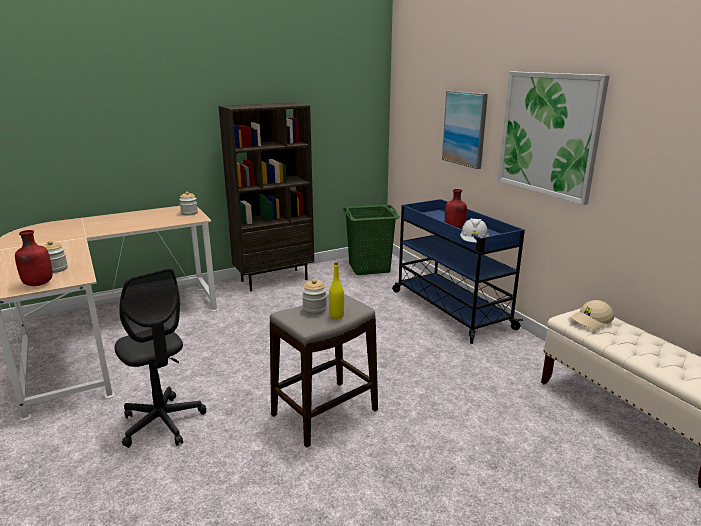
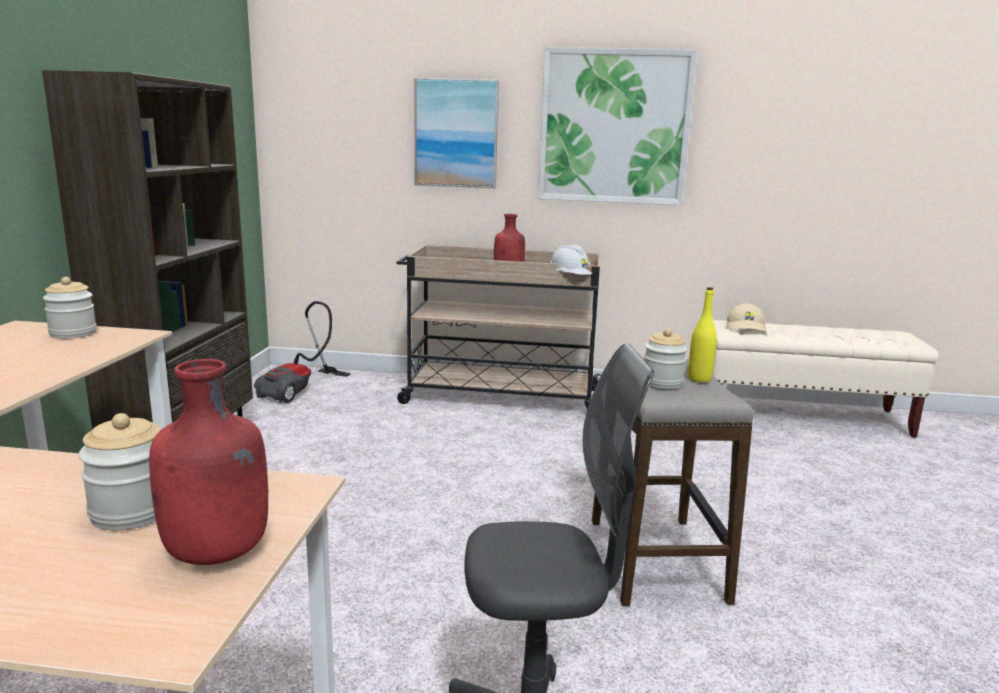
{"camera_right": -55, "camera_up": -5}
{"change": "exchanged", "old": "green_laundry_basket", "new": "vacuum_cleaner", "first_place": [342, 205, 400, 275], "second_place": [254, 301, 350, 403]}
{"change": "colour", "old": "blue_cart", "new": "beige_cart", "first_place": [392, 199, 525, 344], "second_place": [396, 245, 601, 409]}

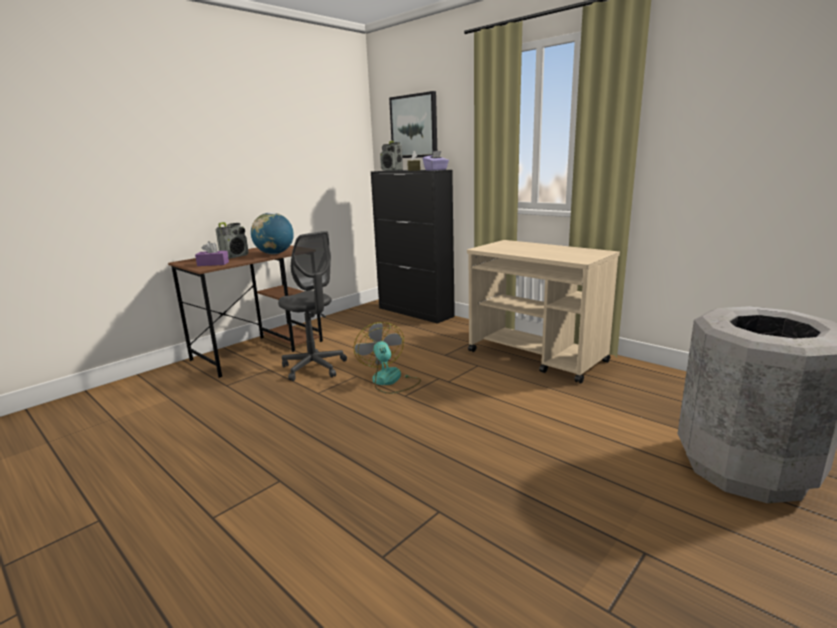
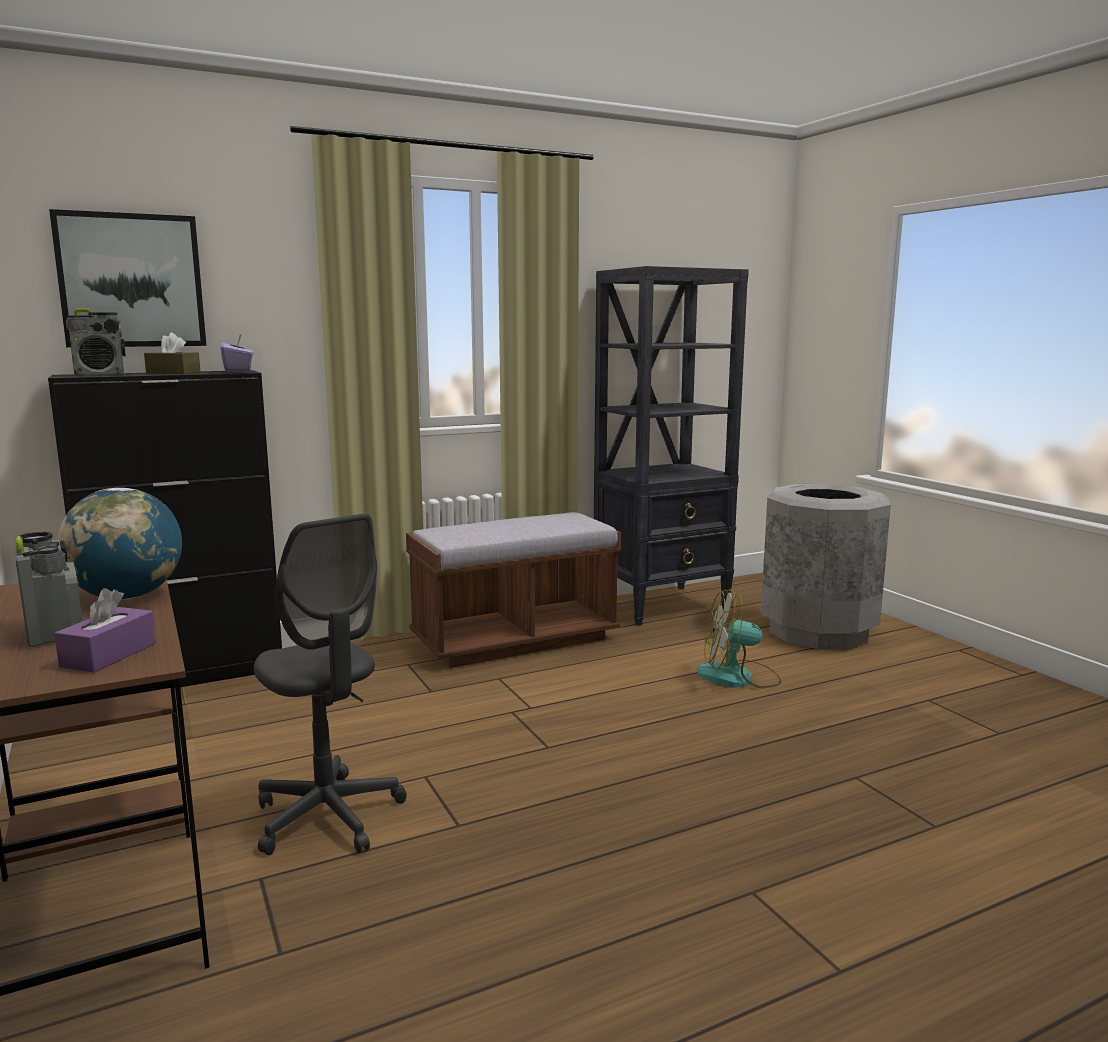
{"camera_right": -70, "camera_up": -5}
{"change": "spun", "old": "grey_office_chair", "first_place": [278, 231, 347, 381], "second_place": [254, 514, 407, 855], "degrees": 75}
{"change": "relocated", "old": "fan", "first_place": [354, 322, 421, 394], "second_place": [697, 589, 782, 688]}
{"change": "exchanged", "old": "beige_cart", "new": "brown_bench", "first_place": [467, 240, 620, 384], "second_place": [406, 512, 621, 668]}
{"change": "appeared", "new": "black_bookcase", "second_place": [594, 266, 749, 626]}

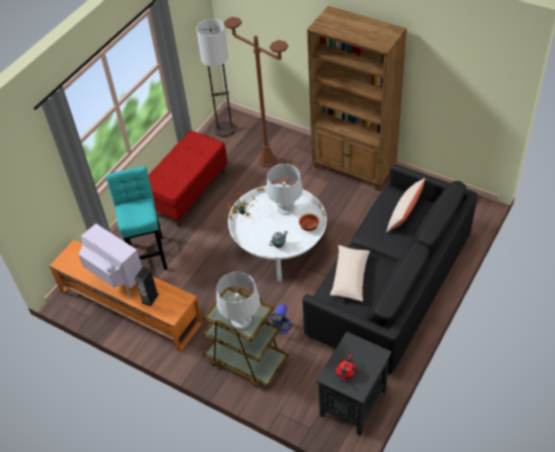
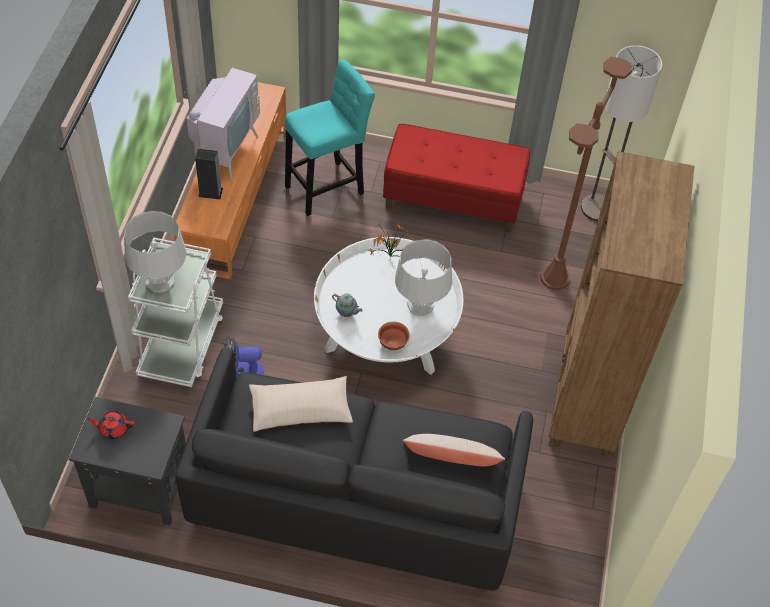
{"camera_right": 65, "camera_up": 5}
{"change": "colour", "old": "brown_cart", "new": "white_cart", "first_place": [203, 287, 288, 387], "second_place": [128, 238, 223, 387]}

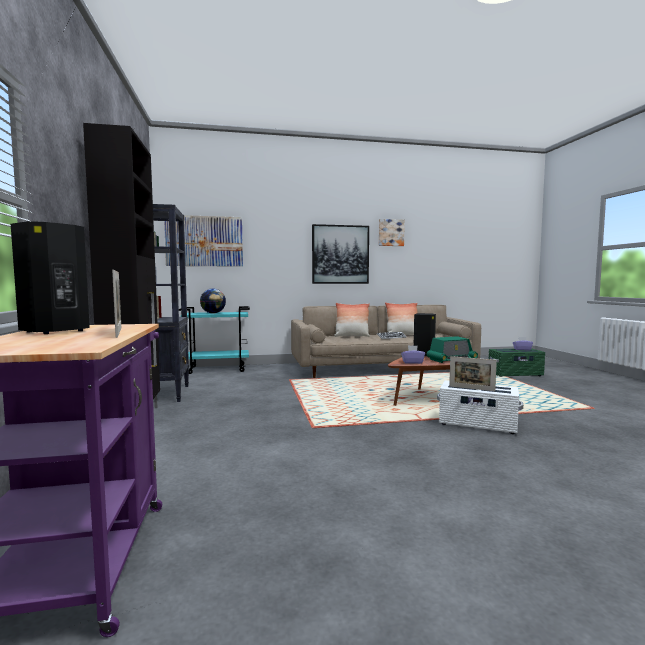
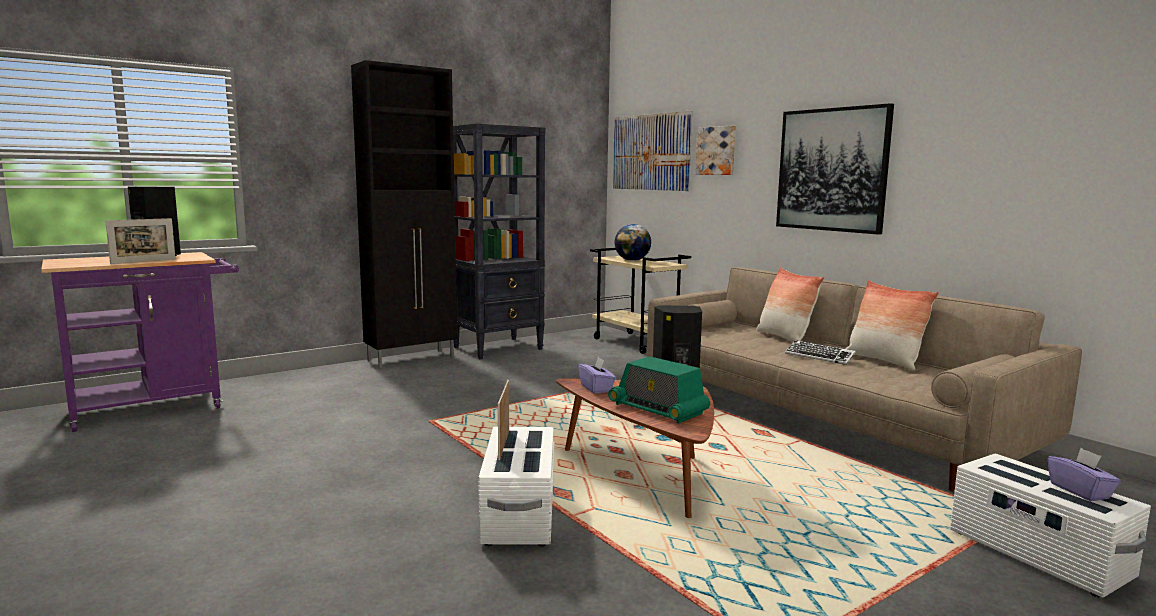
{"camera_right": 65, "camera_up": 5}
{"change": "colour", "old": "turquoise_cart", "new": "beige_cart", "first_place": [179, 306, 250, 374], "second_place": [590, 248, 691, 354]}
{"change": "relocated", "old": "picture", "first_place": [379, 219, 405, 246], "second_place": [695, 126, 736, 175]}
{"change": "colour", "old": "green_storage_box", "new": "white_storage_box", "first_place": [489, 348, 545, 377], "second_place": [950, 454, 1151, 597]}

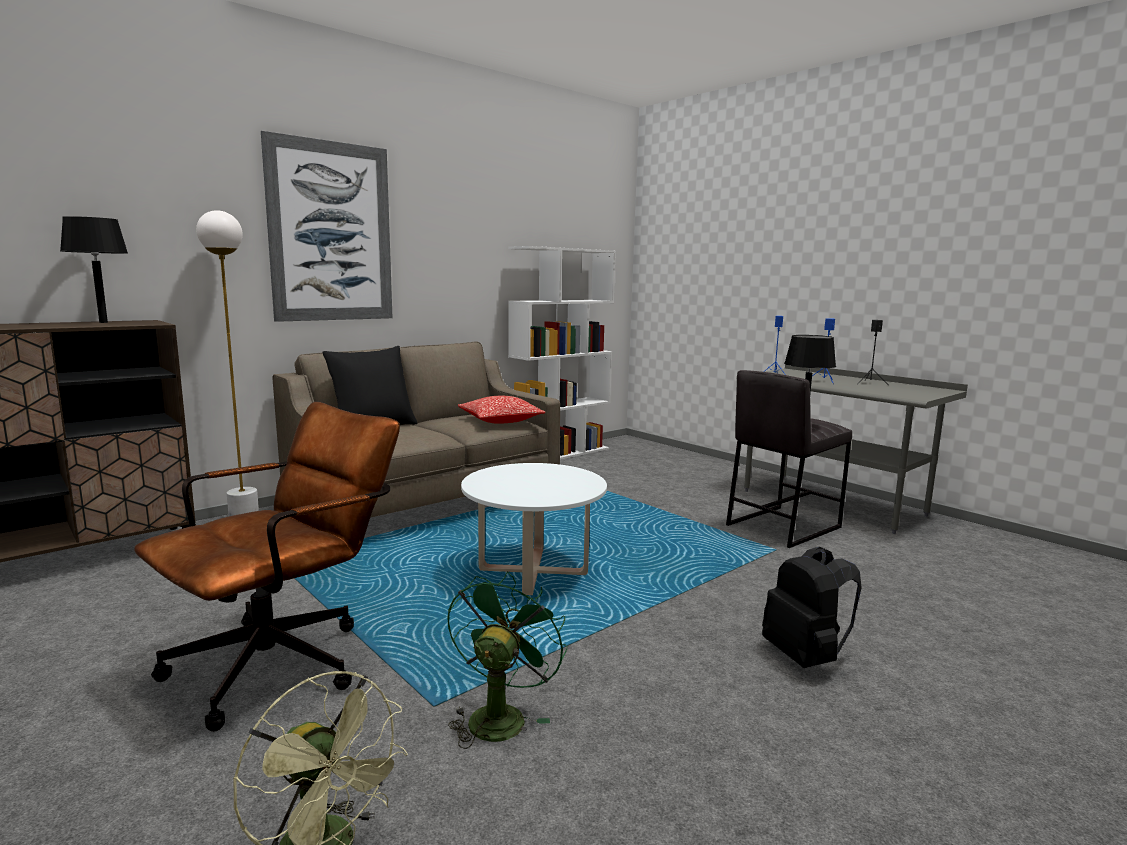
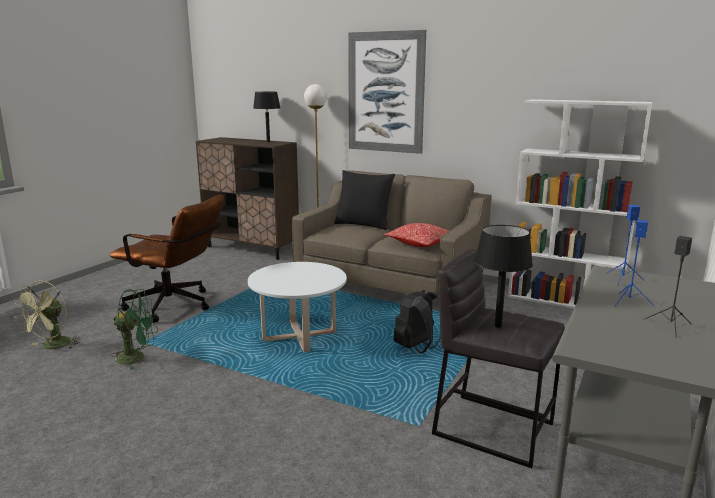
{"camera_right": 70, "camera_up": 5}
{"change": "relocated", "old": "black_backpack", "first_place": [762, 547, 862, 668], "second_place": [393, 290, 441, 353]}

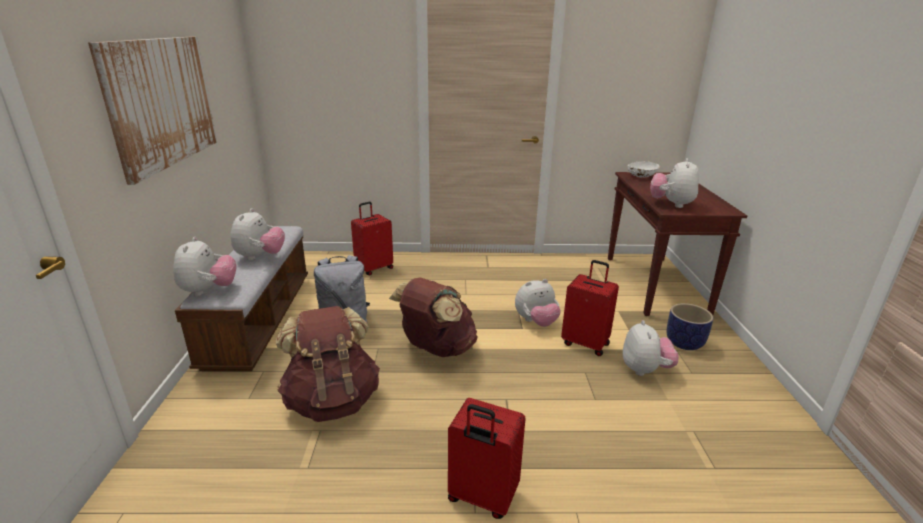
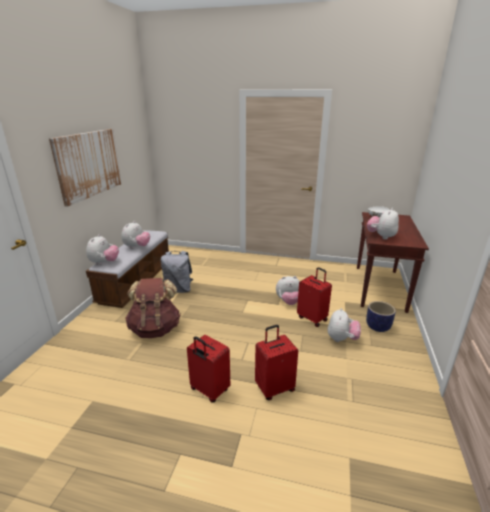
{"camera_right": 15, "camera_up": 0}
{"change": "relocated", "old": "red_suitcase", "first_place": [351, 202, 393, 275], "second_place": [255, 325, 298, 400]}
{"change": "missing", "old": "brown_backpack", "first_place": [389, 277, 477, 357]}

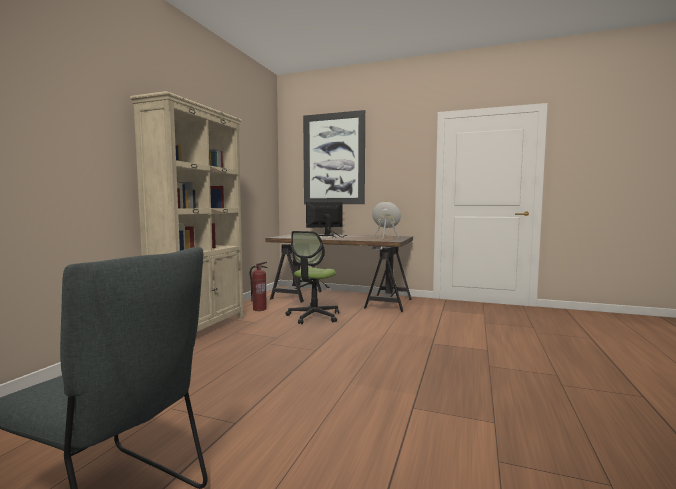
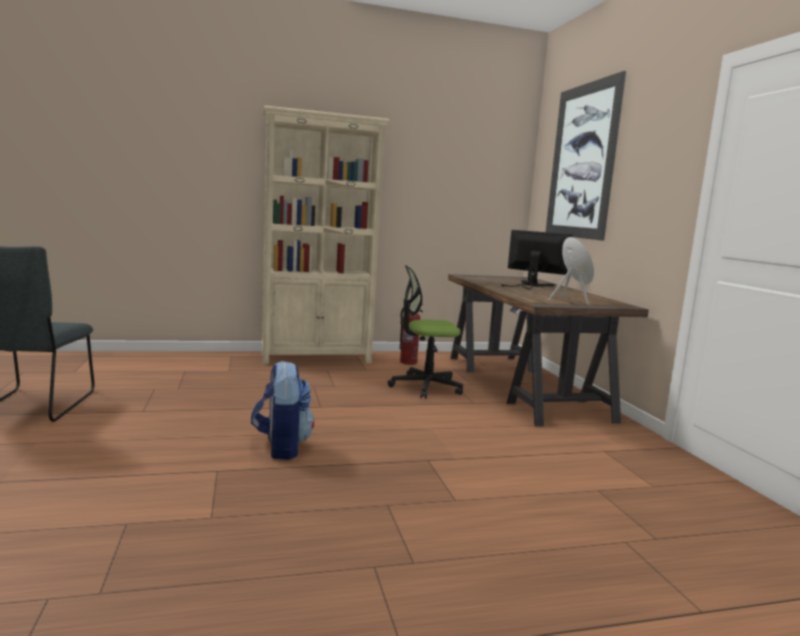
{"camera_right": 55, "camera_up": 5}
{"change": "appeared", "new": "backpack", "second_place": [251, 360, 314, 460]}

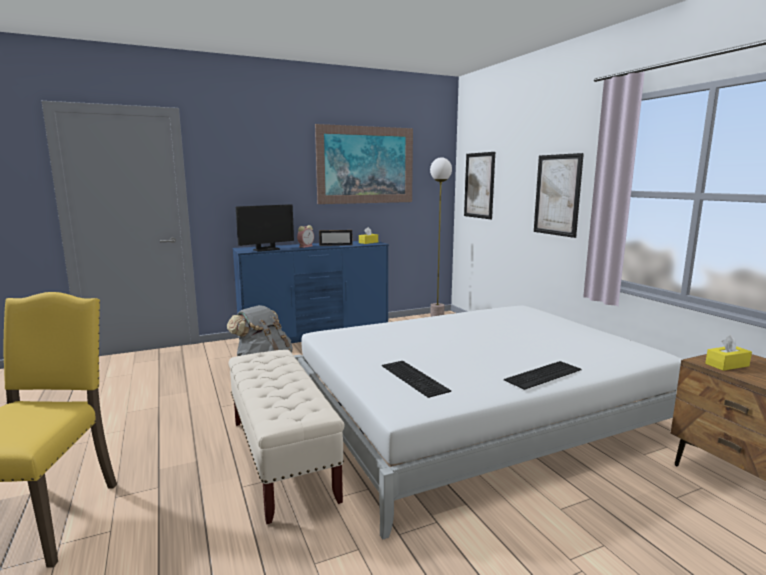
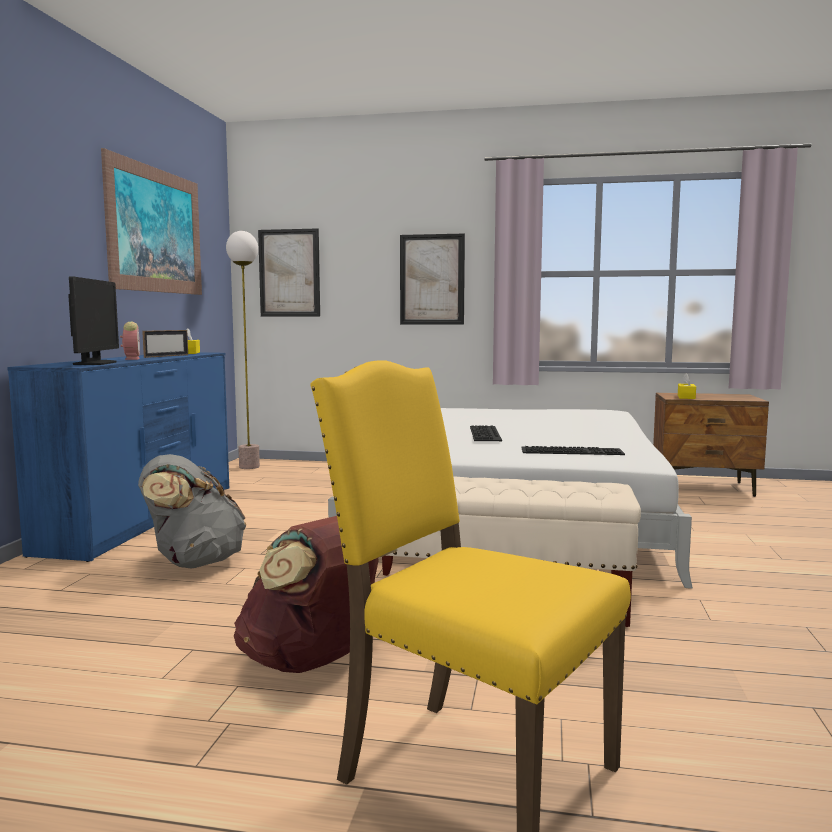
{"camera_right": -55, "camera_up": -5}
{"change": "relocated", "old": "keyboard", "first_place": [504, 361, 582, 390], "second_place": [470, 425, 502, 441]}
{"change": "appeared", "new": "brown_backpack", "second_place": [234, 516, 397, 673]}

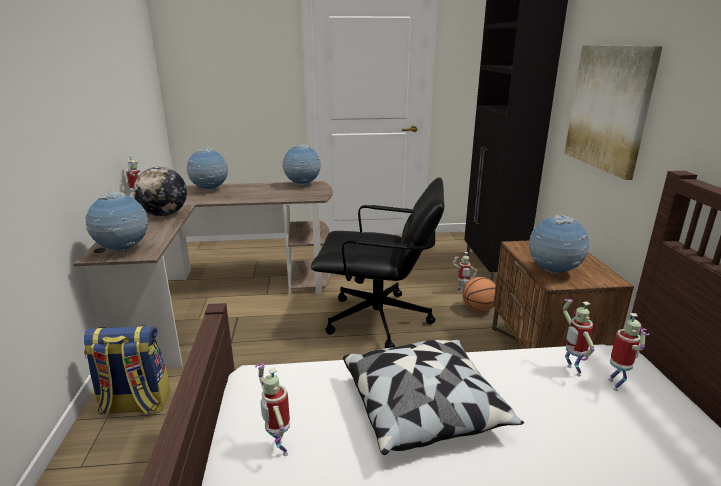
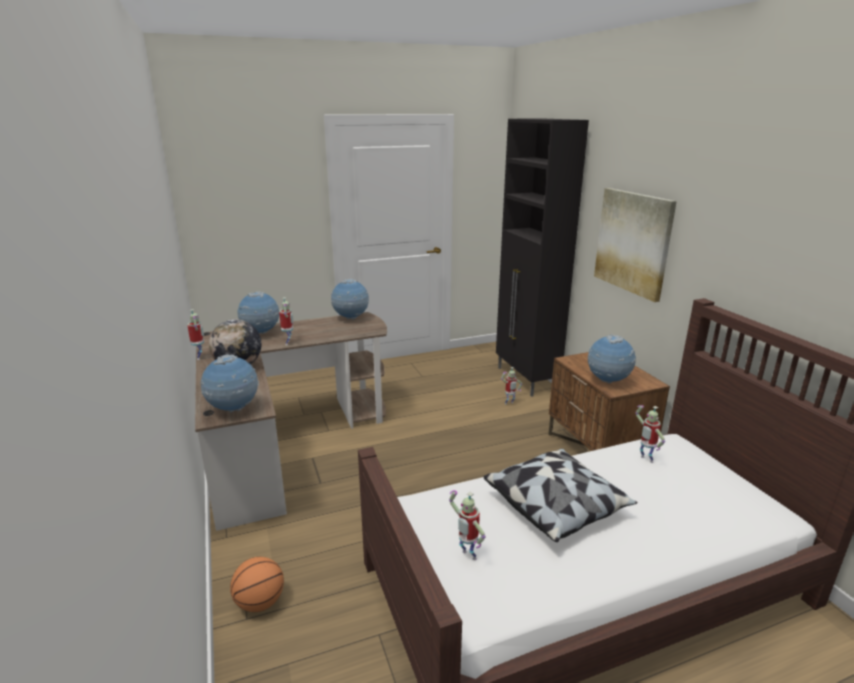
{"camera_right": -15, "camera_up": 0}
{"change": "missing", "old": "backpack", "first_place": [84, 325, 170, 416]}
{"change": "missing", "old": "black_office_chair", "first_place": [311, 177, 444, 348]}
{"change": "relocated", "old": "basketball", "first_place": [462, 277, 496, 312], "second_place": [230, 557, 284, 612]}
{"change": "relocated", "old": "toy_robot", "first_place": [608, 313, 650, 391], "second_place": [279, 297, 294, 345]}

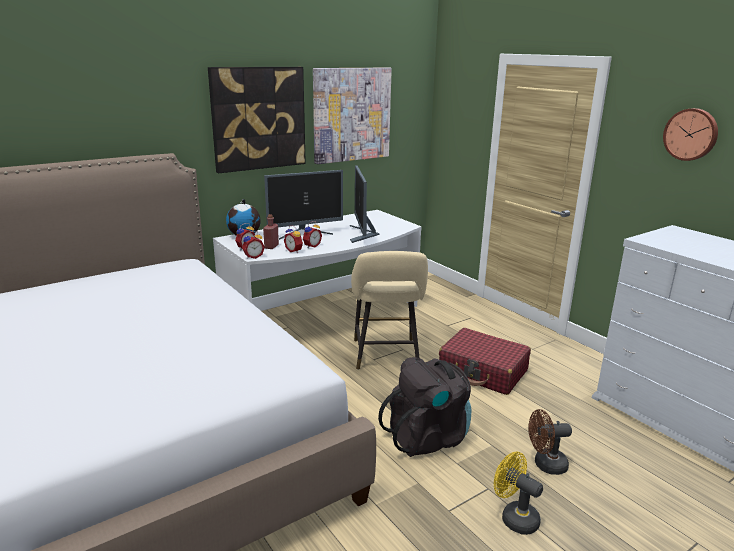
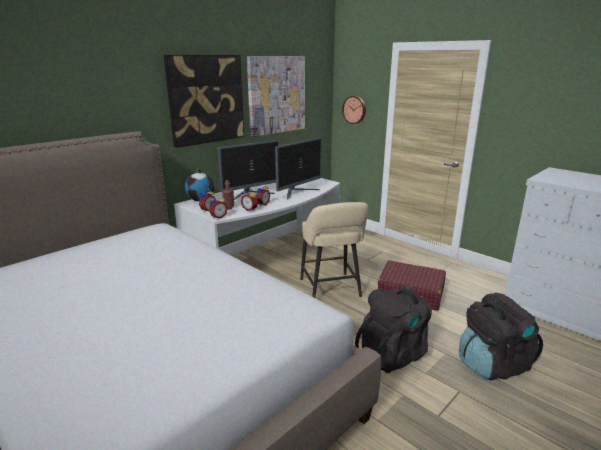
{"camera_right": -10, "camera_up": 0}
{"change": "spun", "old": "monitor", "first_place": [350, 166, 380, 243], "second_place": [275, 137, 322, 199], "degrees": -120}
{"change": "missing", "old": "yellow_fan", "first_place": [494, 452, 543, 535]}
{"change": "exchanged", "old": "brown_fan", "new": "black_backpack", "first_place": [528, 409, 572, 475], "second_place": [459, 293, 543, 380]}
{"change": "relocated", "old": "wall_clock", "first_place": [663, 108, 718, 161], "second_place": [342, 96, 366, 124]}

